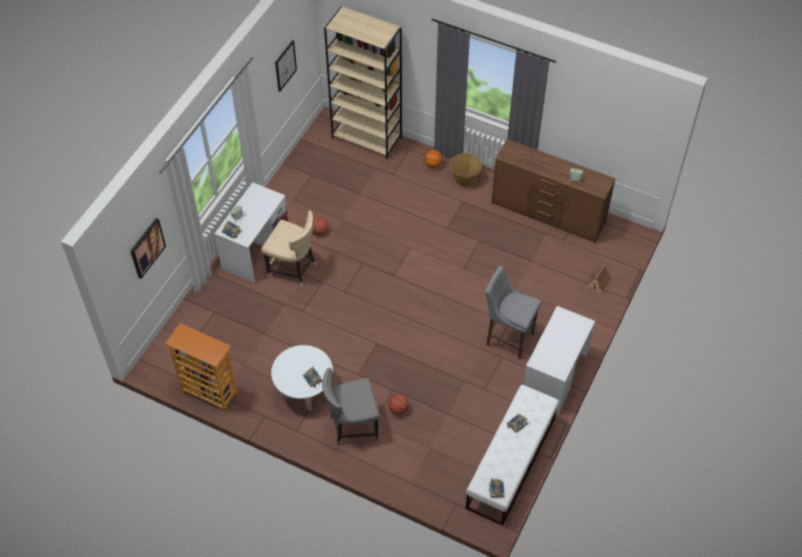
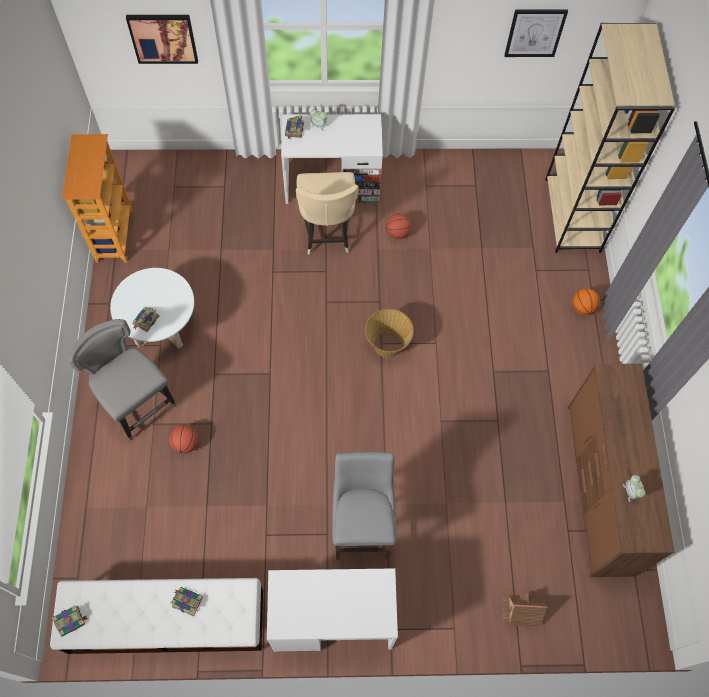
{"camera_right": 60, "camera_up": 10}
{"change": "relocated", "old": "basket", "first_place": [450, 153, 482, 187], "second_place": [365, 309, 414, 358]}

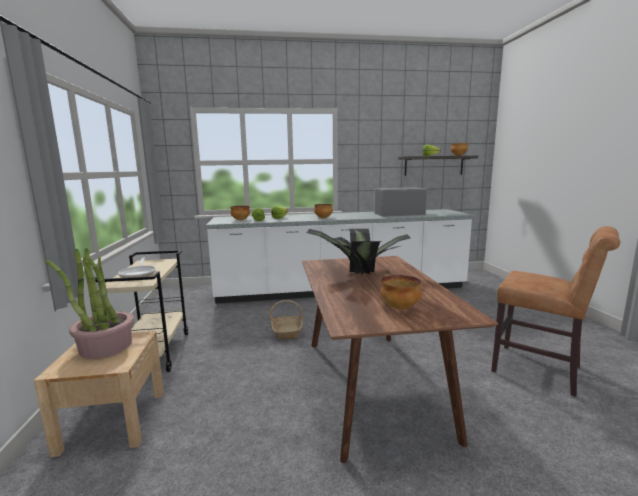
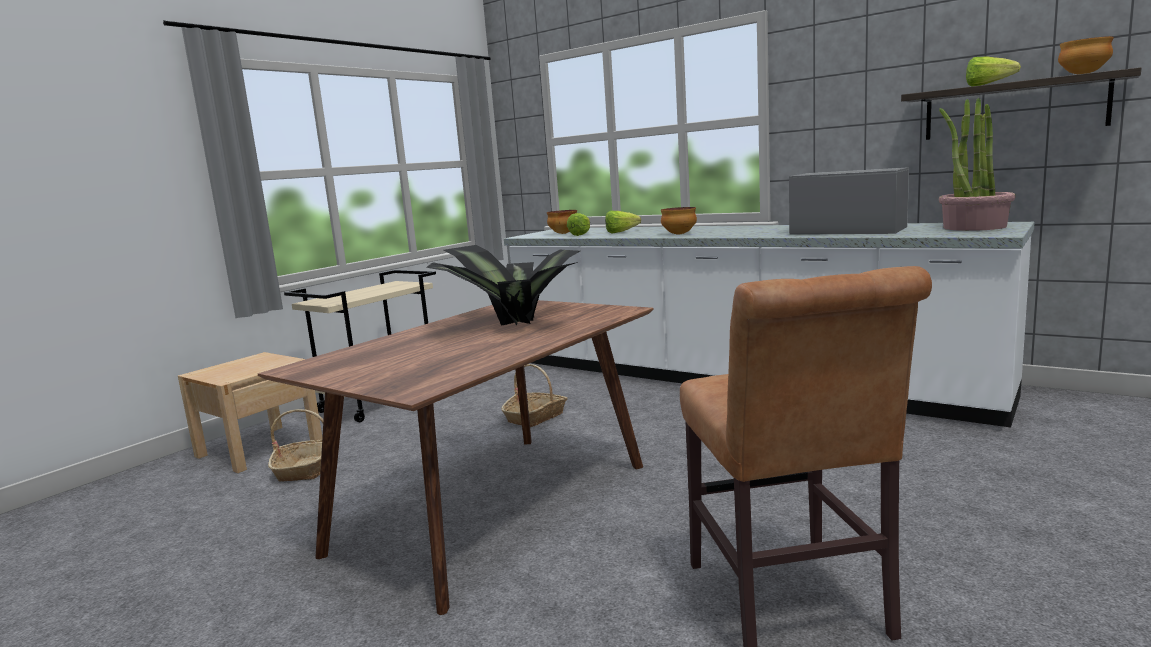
{"camera_right": 45, "camera_up": 0}
{"change": "relocated", "old": "potted_plant", "first_place": [46, 248, 134, 359], "second_place": [939, 98, 1016, 231]}
{"change": "missing", "old": "frying_pan", "first_place": [118, 258, 156, 278]}
{"change": "missing", "old": "bowl", "first_place": [380, 275, 422, 309]}
{"change": "appeared", "new": "basket", "second_place": [268, 409, 323, 482]}

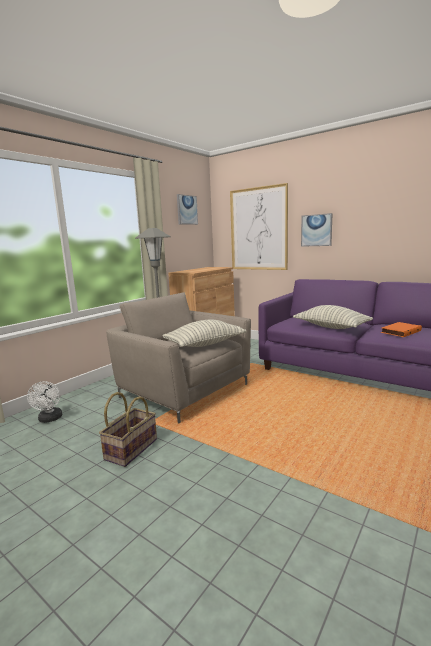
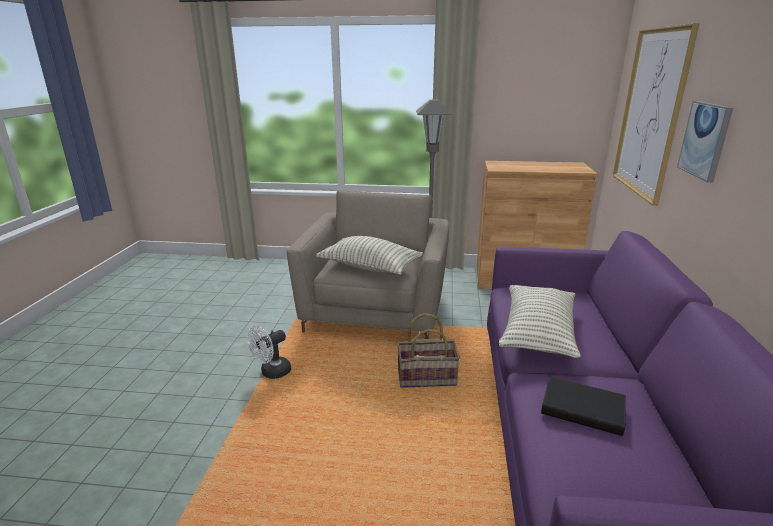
{"camera_right": 60, "camera_up": 10}
{"change": "relocated", "old": "white_fan", "first_place": [27, 381, 62, 423], "second_place": [247, 326, 291, 379]}
{"change": "relocated", "old": "basket", "first_place": [99, 392, 157, 467], "second_place": [397, 313, 460, 388]}
{"change": "missing", "old": "picture", "first_place": [177, 194, 198, 225]}
{"change": "colour", "old": "orange_book", "new": "black_book", "first_place": [381, 322, 422, 337], "second_place": [541, 376, 626, 436]}

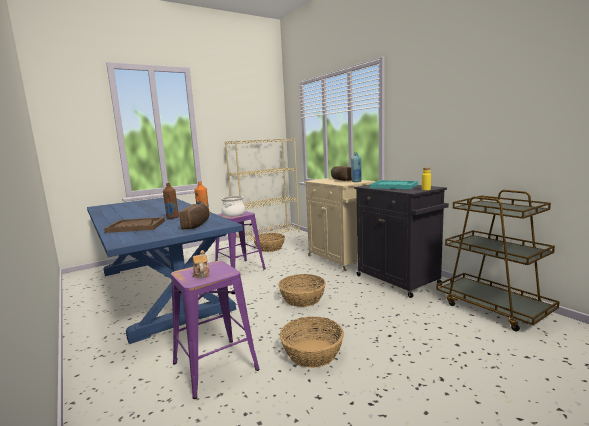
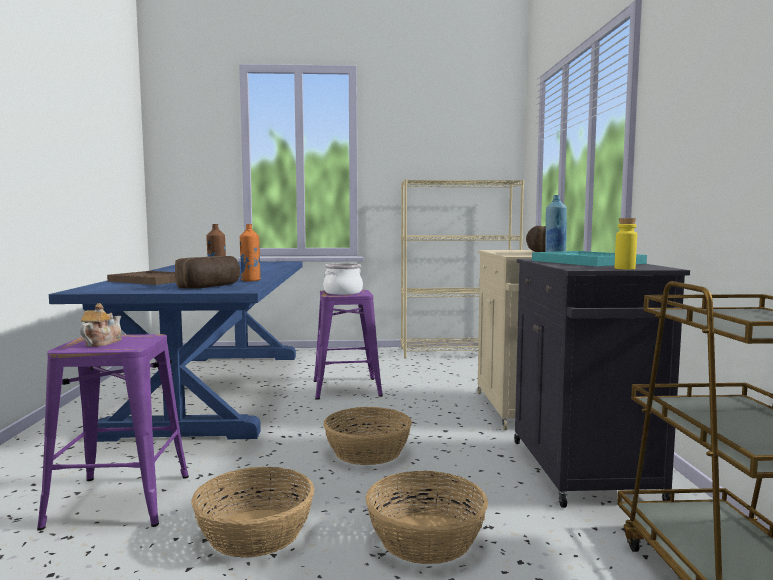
{"camera_right": 30, "camera_up": -5}
{"change": "relocated", "old": "basket", "first_place": [253, 233, 285, 252], "second_place": [365, 471, 488, 564]}

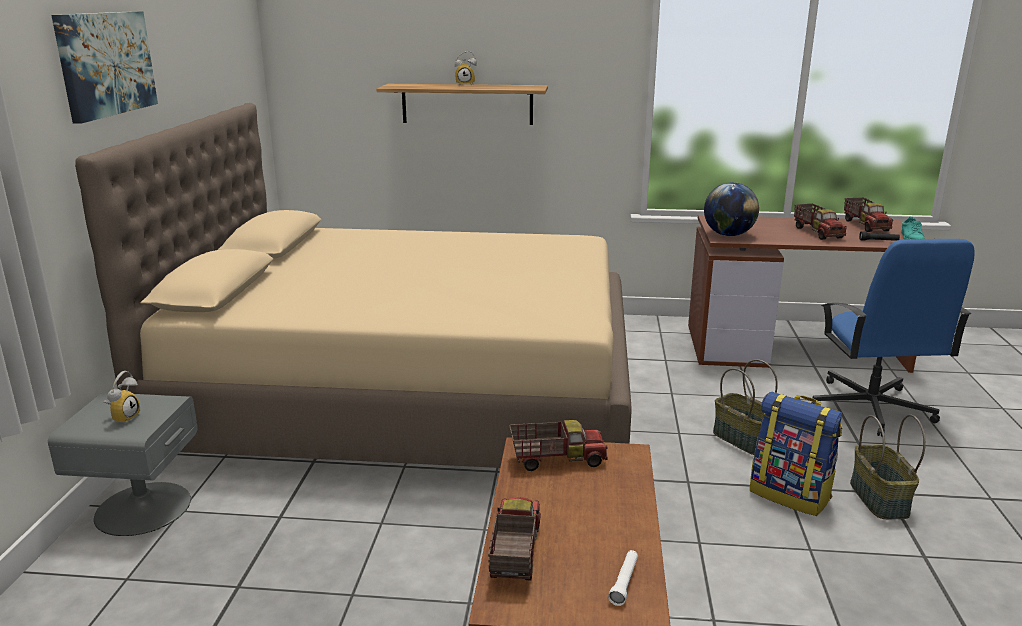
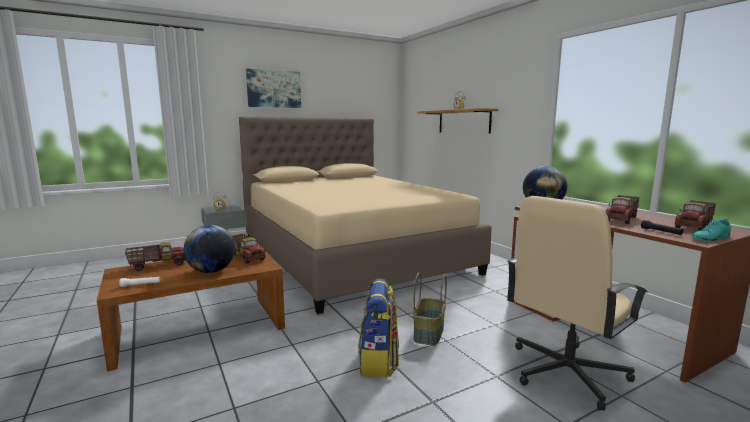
{"camera_right": 55, "camera_up": -10}
{"change": "colour", "old": "blue_office_chair", "new": "beige_office_chair", "first_place": [811, 239, 975, 437], "second_place": [507, 196, 648, 411]}
{"change": "missing", "old": "basket", "first_place": [850, 414, 926, 519]}
{"change": "appeared", "new": "globe", "second_place": [184, 225, 235, 273]}

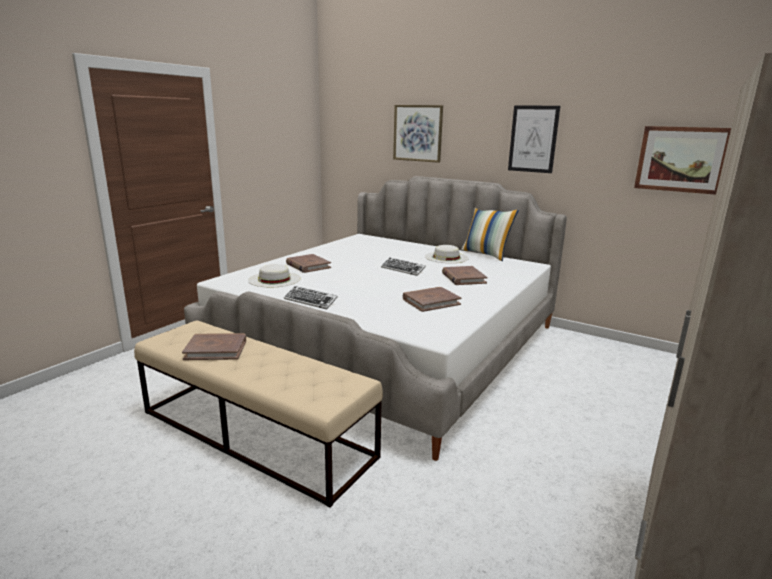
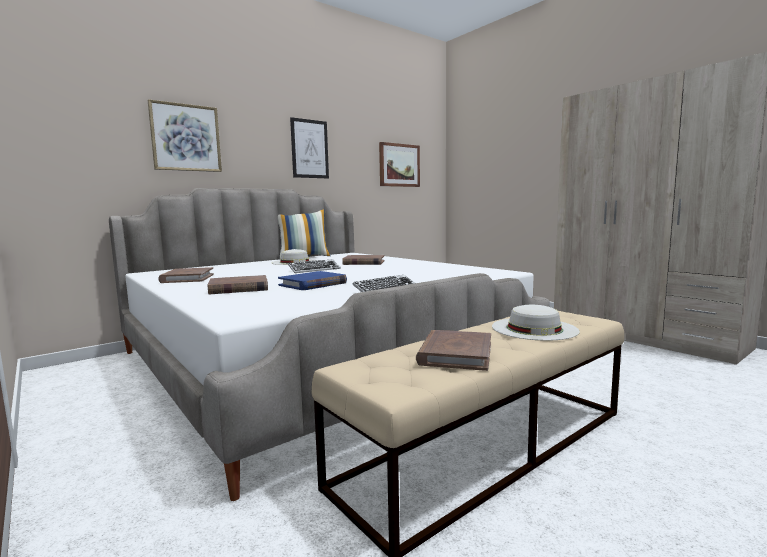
{"camera_right": -70, "camera_up": -10}
{"change": "relocated", "old": "white_hat", "first_place": [248, 264, 301, 287], "second_place": [492, 305, 580, 341]}
{"change": "relocated", "old": "brown_book", "first_place": [403, 287, 462, 312], "second_place": [158, 267, 214, 283]}
{"change": "appeared", "new": "blue_book", "second_place": [278, 271, 347, 290]}

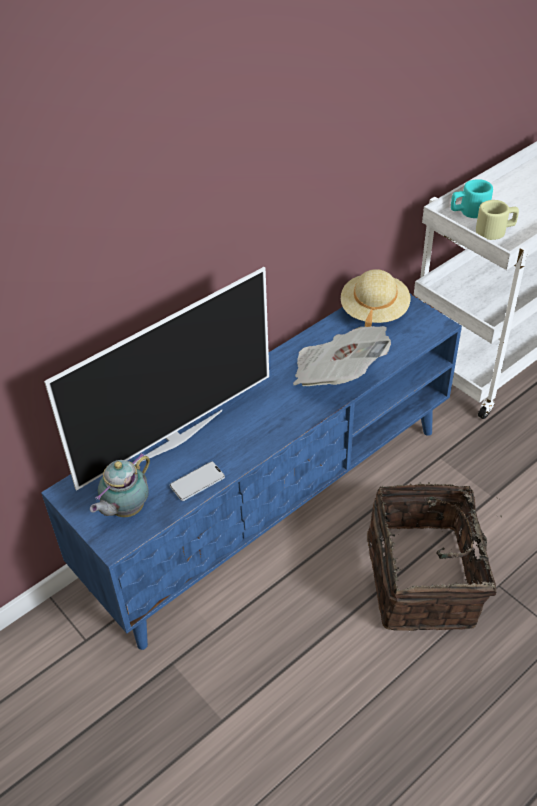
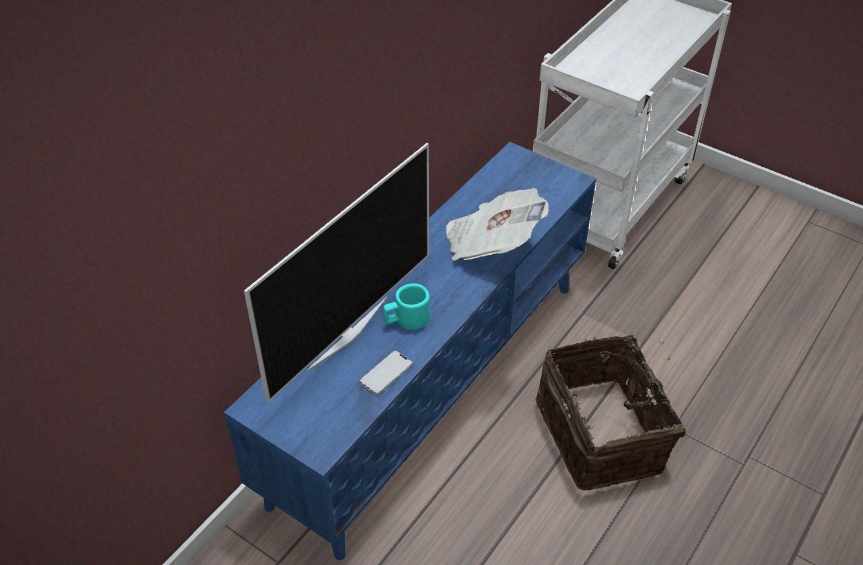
{"camera_right": -15, "camera_up": 0}
{"change": "missing", "old": "teapot", "first_place": [90, 453, 150, 517]}
{"change": "missing", "old": "beige_hat", "first_place": [341, 269, 410, 327]}
{"change": "relocated", "old": "turquoise_mug", "first_place": [451, 179, 493, 218], "second_place": [383, 283, 430, 330]}
{"change": "missing", "old": "beige_mug", "first_place": [476, 200, 519, 240]}

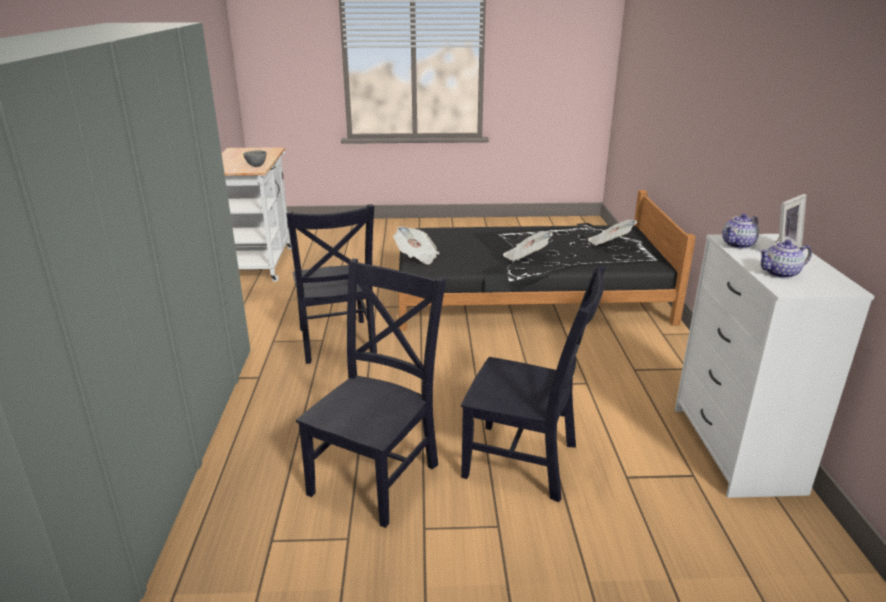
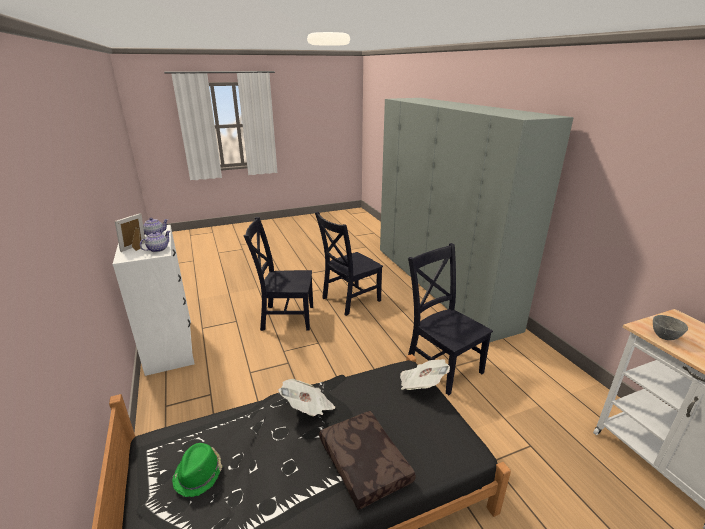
{"camera_right": 160, "camera_up": 0}
{"change": "spun", "old": "black_chair", "first_place": [296, 259, 446, 528], "second_place": [315, 212, 383, 316], "degrees": 45}
{"change": "exchanged", "old": "newspaper", "new": "green_hat", "first_place": [588, 219, 637, 246], "second_place": [172, 443, 222, 497]}
{"change": "appeared", "new": "brown_pillow", "second_place": [319, 411, 416, 510]}

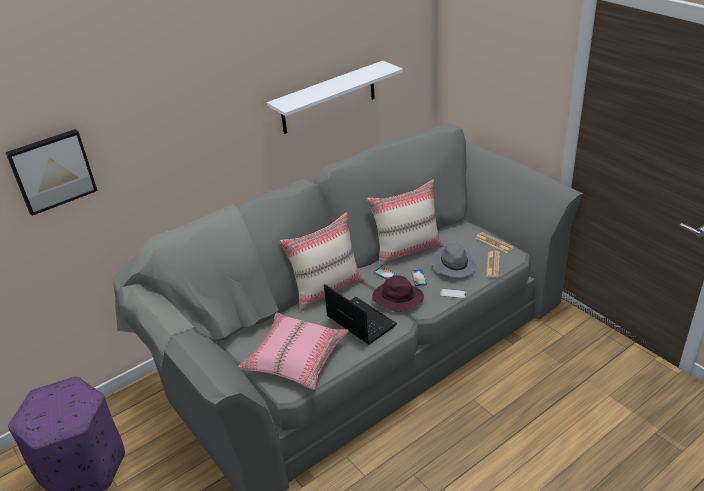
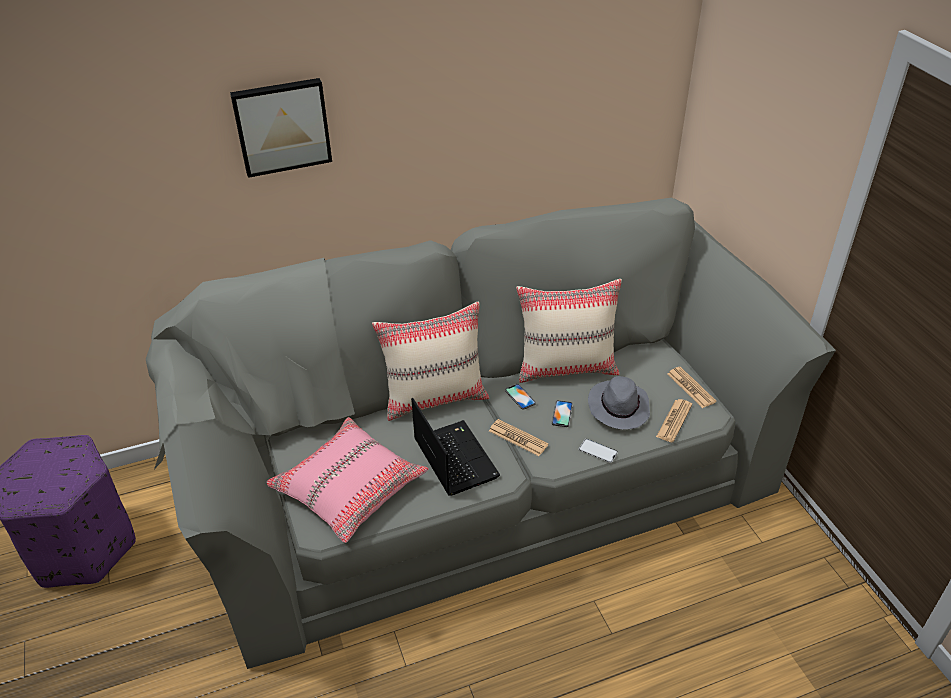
{"camera_right": 15, "camera_up": 5}
{"change": "relocated", "old": "picture", "first_place": [5, 129, 98, 216], "second_place": [230, 78, 332, 178]}
{"change": "missing", "old": "white_shelf", "first_place": [267, 61, 403, 134]}
{"change": "exchanged", "old": "purple_hat", "new": "newspaper", "first_place": [372, 275, 424, 312], "second_place": [489, 419, 549, 456]}

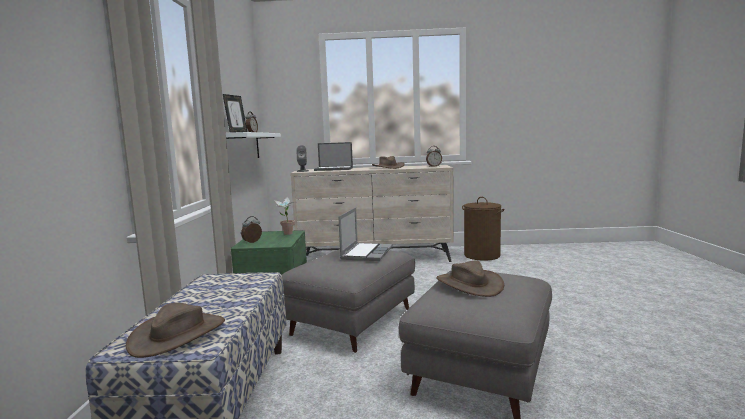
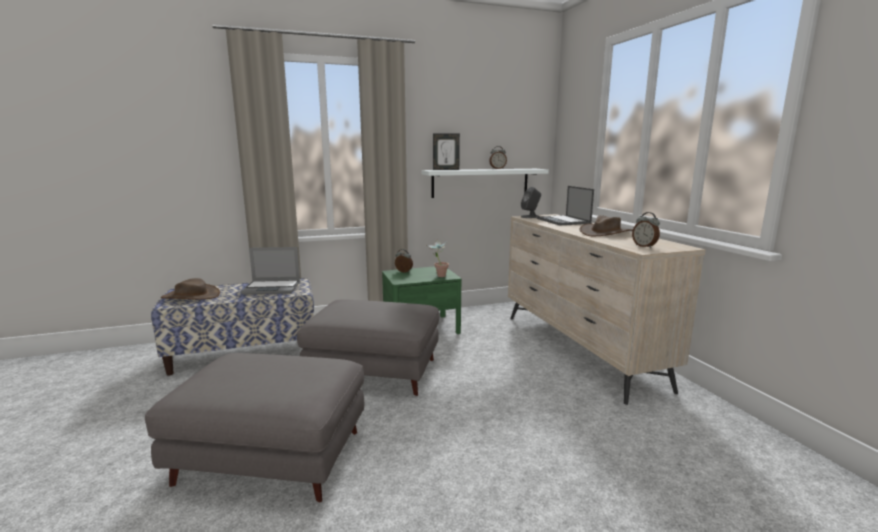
{"camera_right": 70, "camera_up": 5}
{"change": "relocated", "old": "laptop", "first_place": [338, 207, 392, 261], "second_place": [241, 247, 300, 295]}
{"change": "missing", "old": "brown_hat", "first_place": [436, 261, 504, 297]}
{"change": "missing", "old": "brown_laundry_basket", "first_place": [462, 197, 505, 261]}

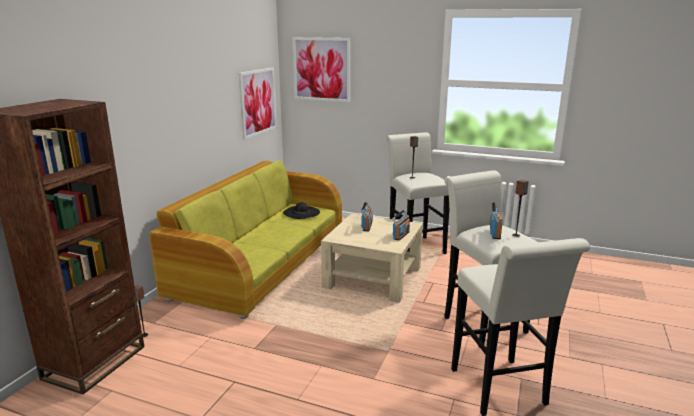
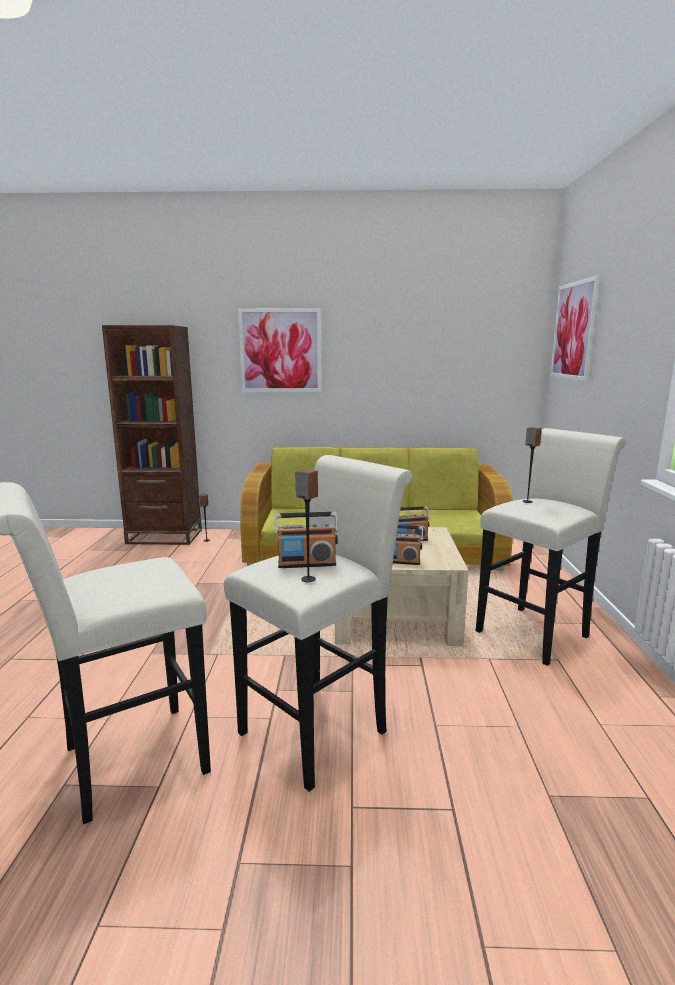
{"camera_right": 70, "camera_up": -5}
{"change": "relocated", "old": "picture", "first_place": [239, 67, 277, 140], "second_place": [238, 308, 321, 392]}
{"change": "missing", "old": "black_hat", "first_place": [283, 202, 320, 219]}

